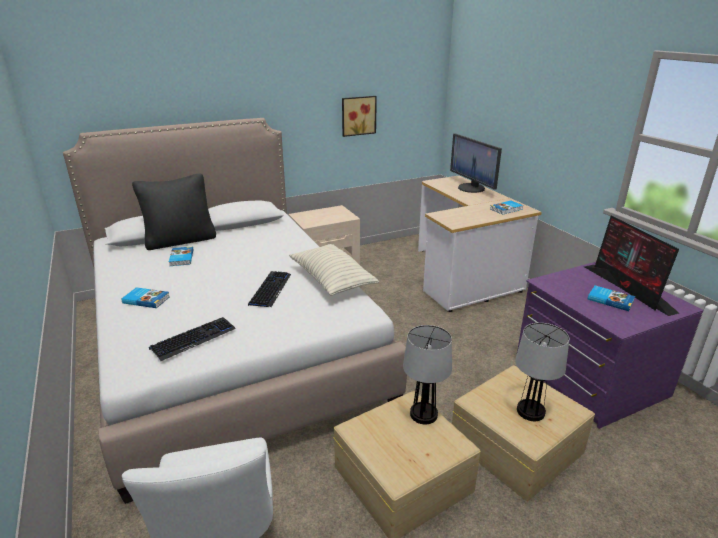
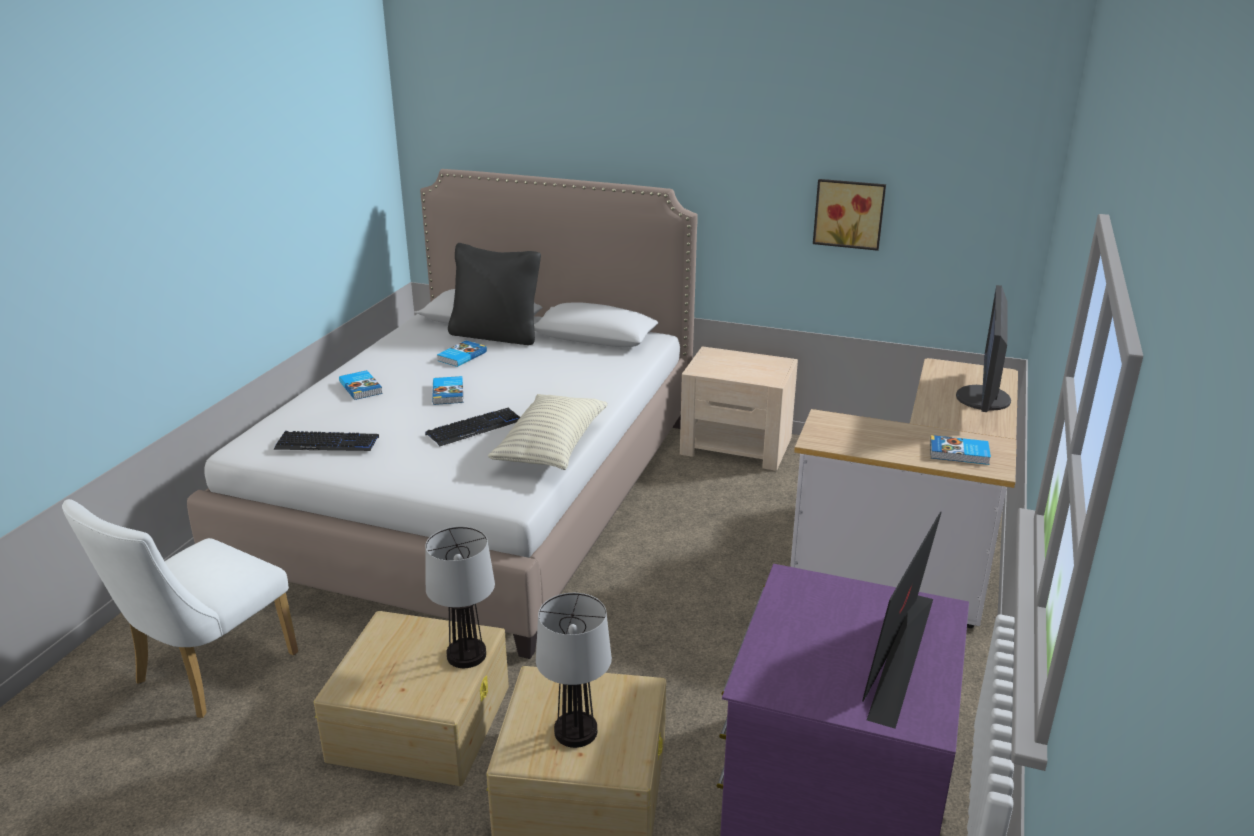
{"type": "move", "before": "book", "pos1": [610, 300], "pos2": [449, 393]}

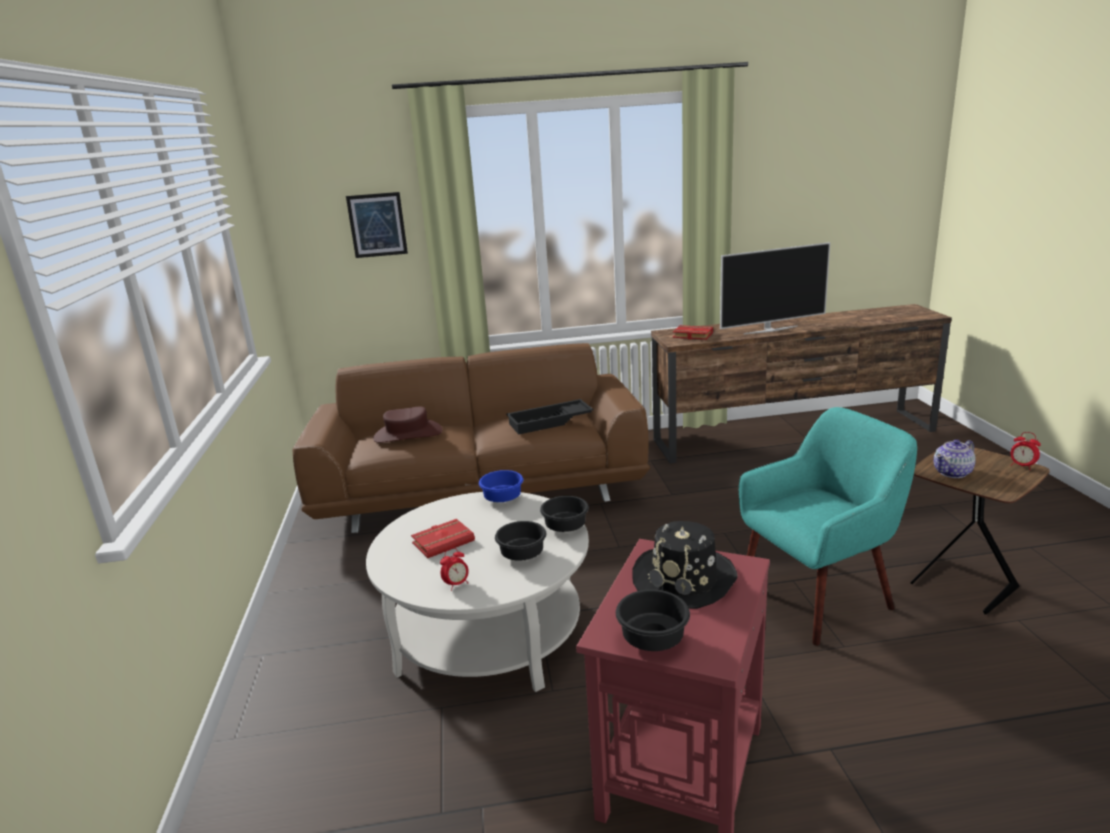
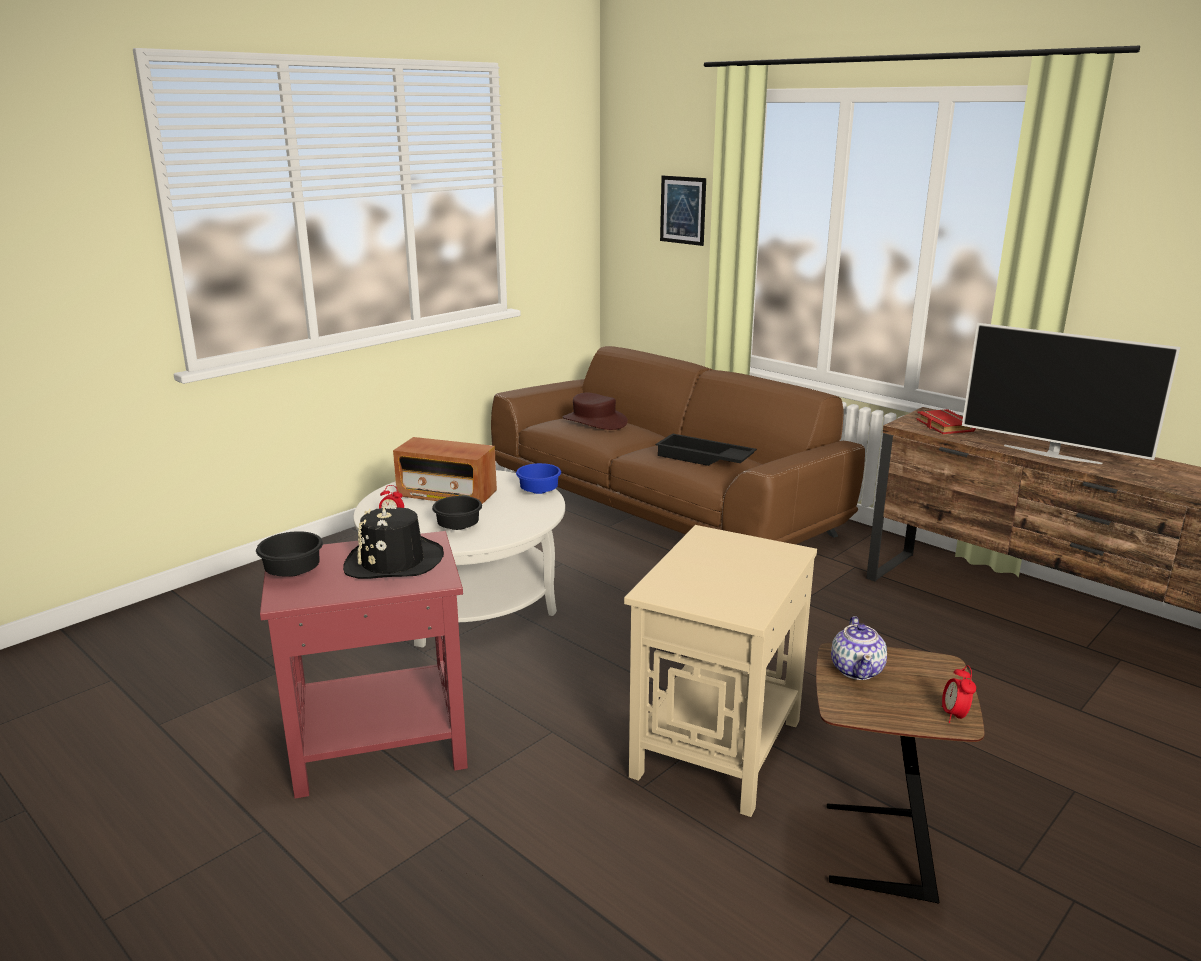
{"type": "replace", "before": "reddish_book", "after": "radio", "pos1": [443, 541], "pos2": [447, 495]}
{"type": "replace", "before": "blue-green_armchair", "after": "beige-coloured_side_table", "pos1": [818, 597], "pos2": [716, 747]}
{"type": "rotate", "before": "pot_for_tea", "pos1": [953, 472], "pos2": [857, 669], "turn": -105}
{"type": "delete", "before": "black_bowl", "pos1": [567, 528]}

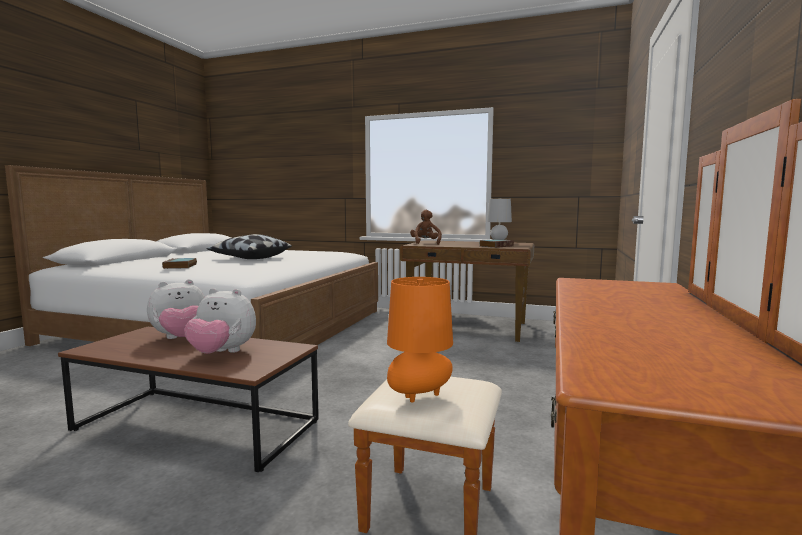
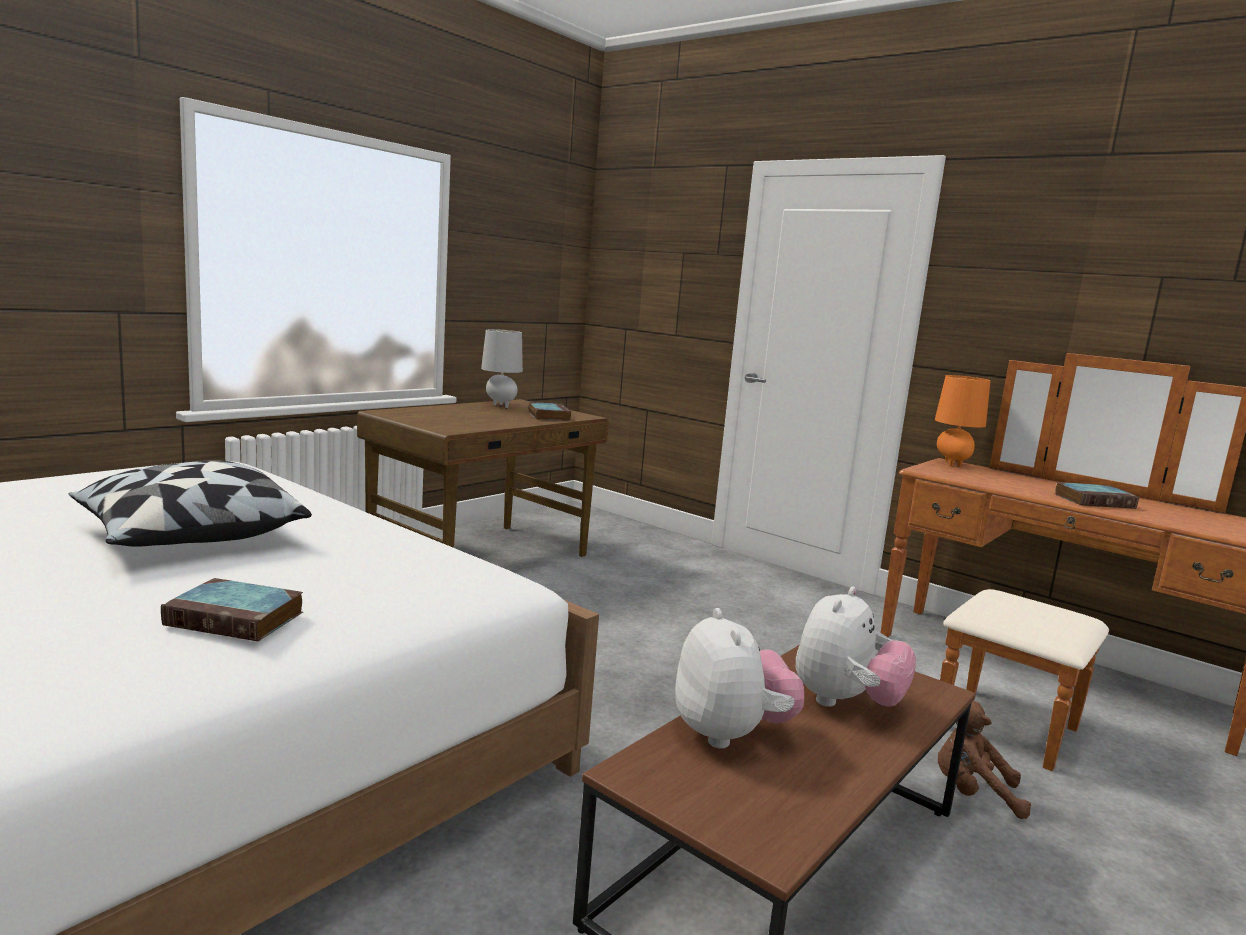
{"type": "move", "before": "orange-coloured_lamp_for_a_table", "pos1": [419, 398], "pos2": [952, 464]}
{"type": "move", "before": "brown-coloured_plush_toy", "pos1": [425, 243], "pos2": [972, 794]}
{"type": "insert", "after": "book", "pos2": [1095, 501]}

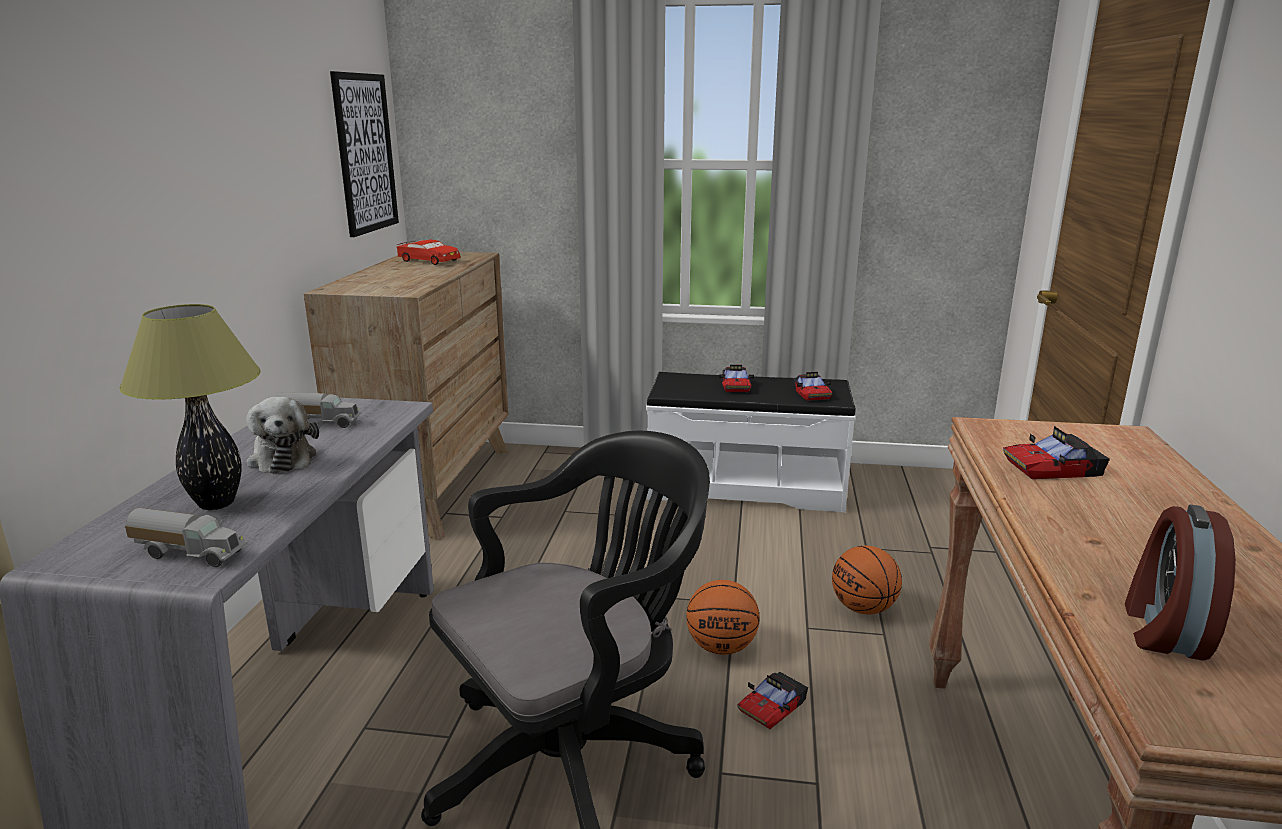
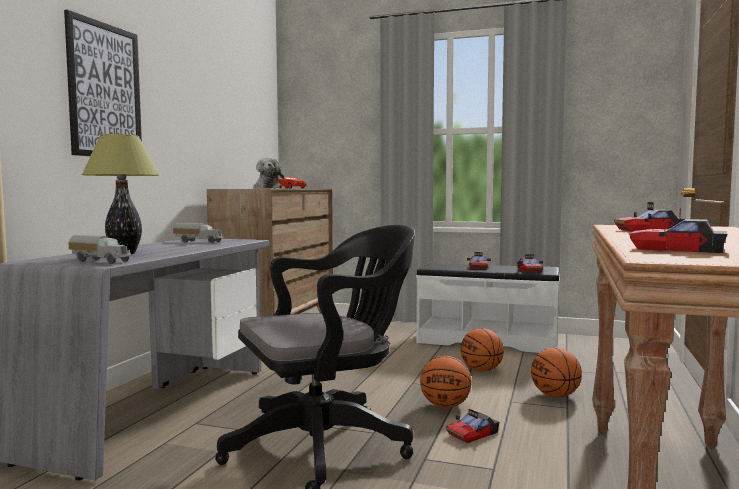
{"type": "move", "before": "wall_picture", "pos1": [365, 153], "pos2": [105, 91]}
{"type": "move", "before": "plush_toy", "pos1": [282, 458], "pos2": [267, 188]}
{"type": "insert", "after": "basketball_ball", "pos2": [481, 370]}
{"type": "replace", "before": "table_clock", "after": "toy_car", "pos1": [1163, 629], "pos2": [677, 249]}

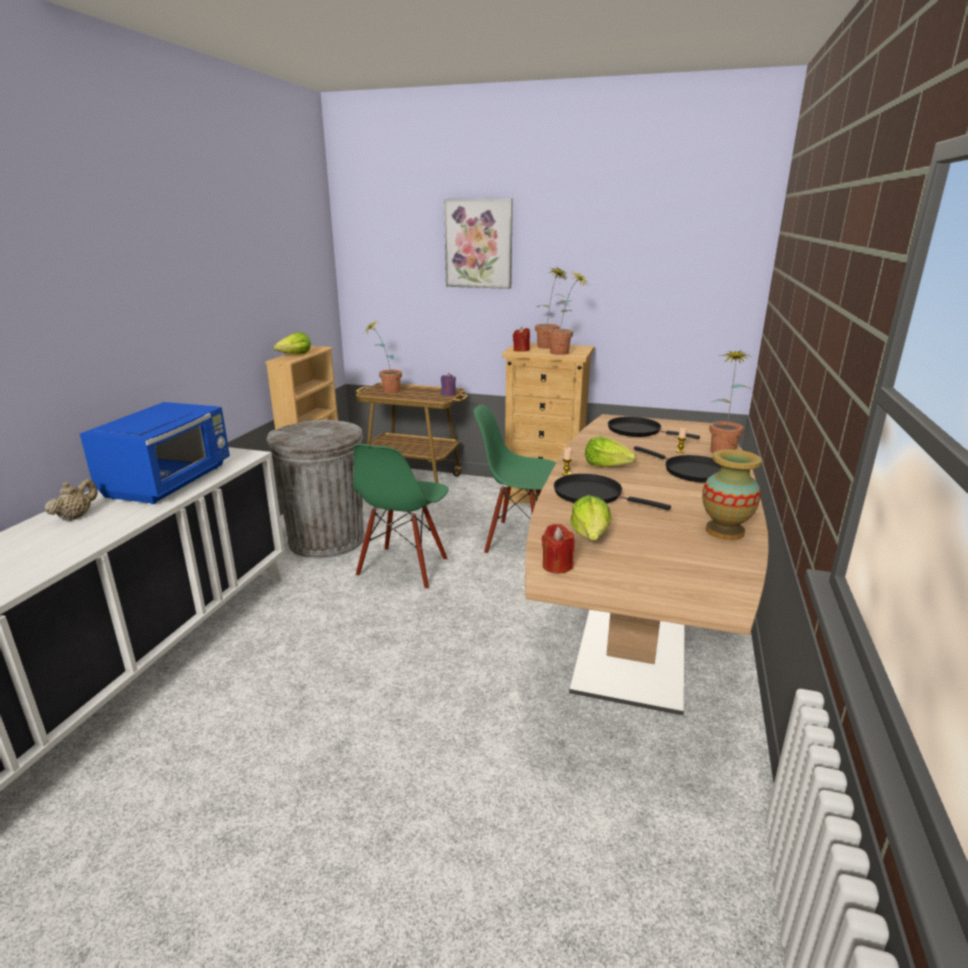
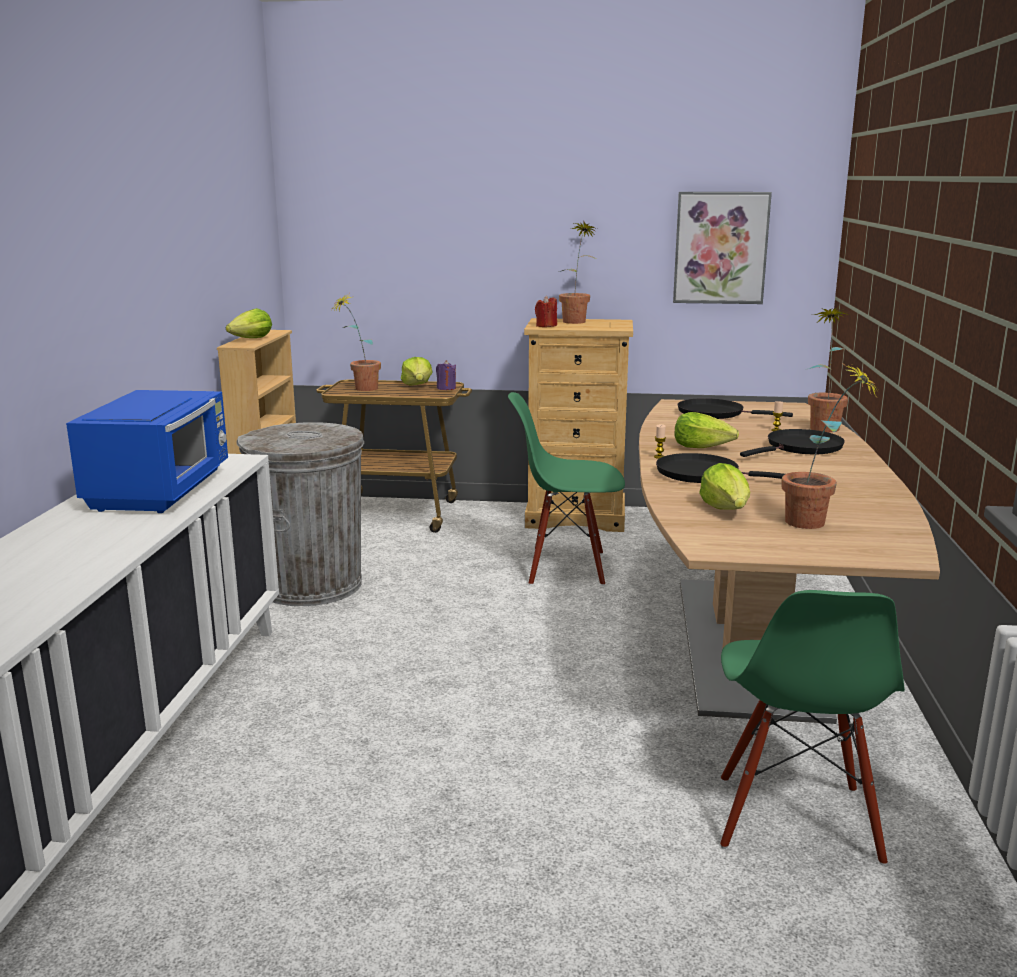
{"type": "insert", "after": "head_of_lettuce", "pos2": [417, 385]}
{"type": "move", "before": "wall_picture", "pos1": [478, 244], "pos2": [720, 248]}
{"type": "move", "before": "greenish_chair", "pos1": [403, 568], "pos2": [795, 819]}
{"type": "rotate", "before": "black_skillet", "pos1": [691, 471], "pos2": [801, 448], "turn": -75}
{"type": "move", "before": "potted_plant", "pos1": [564, 353], "pos2": [817, 524]}
{"type": "delete", "before": "beige-coloured_pot_for_tea", "pos1": [76, 516]}
{"type": "delete", "before": "reddish_wax_candle", "pos1": [557, 566]}
{"type": "delete", "before": "vase", "pos1": [724, 532]}

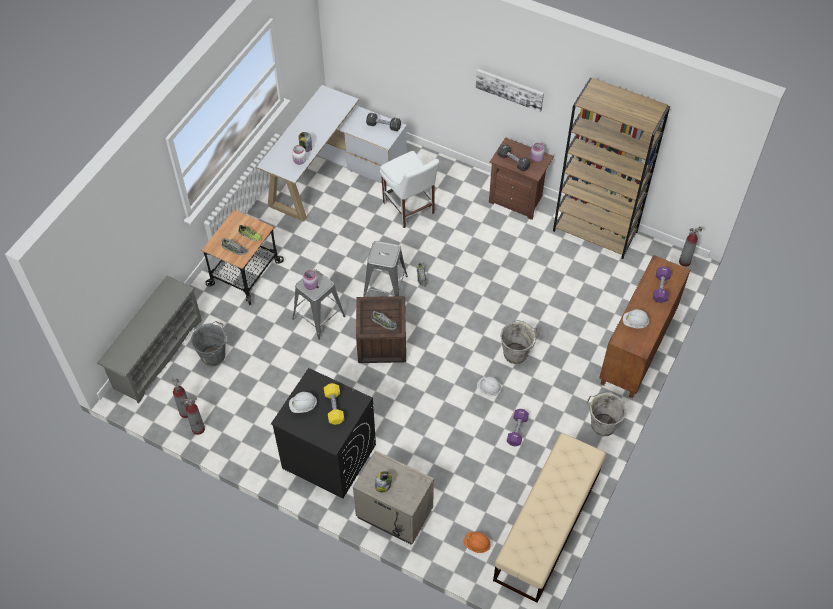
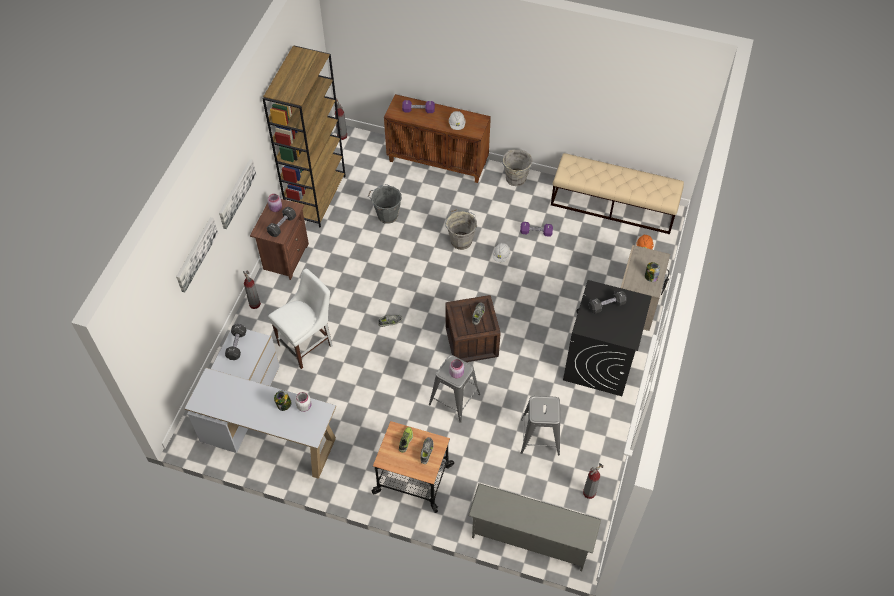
{"type": "insert", "after": "wall_picture", "pos2": [196, 254]}
{"type": "move", "before": "fire-fighting_cylinder", "pos1": [198, 429], "pos2": [254, 304]}
{"type": "move", "before": "gray_water_bucket", "pos1": [214, 355], "pos2": [386, 215]}
{"type": "move", "before": "gray_stool_seat", "pos1": [385, 287], "pos2": [540, 436]}
{"type": "recolor", "before": "yellowish_dumbbell", "after": "black_dumbbell", "pos1": [334, 407], "pos2": [606, 305]}
{"type": "delete", "before": "white-coloured_hard_hat", "pos1": [303, 406]}

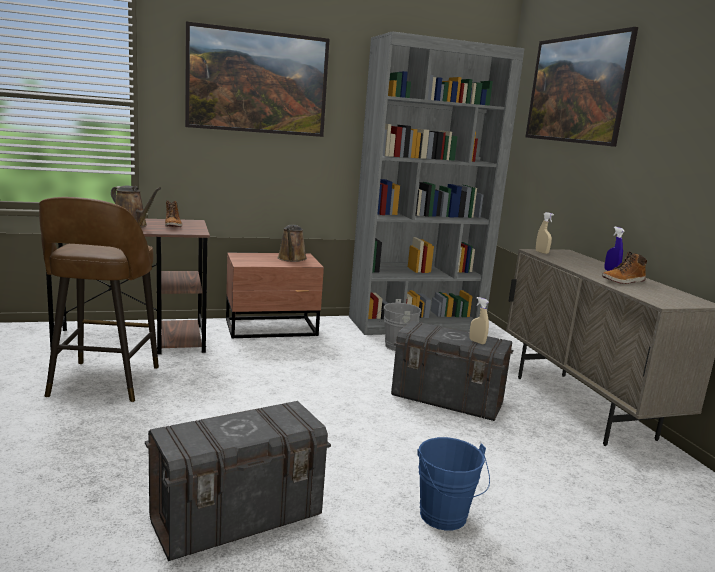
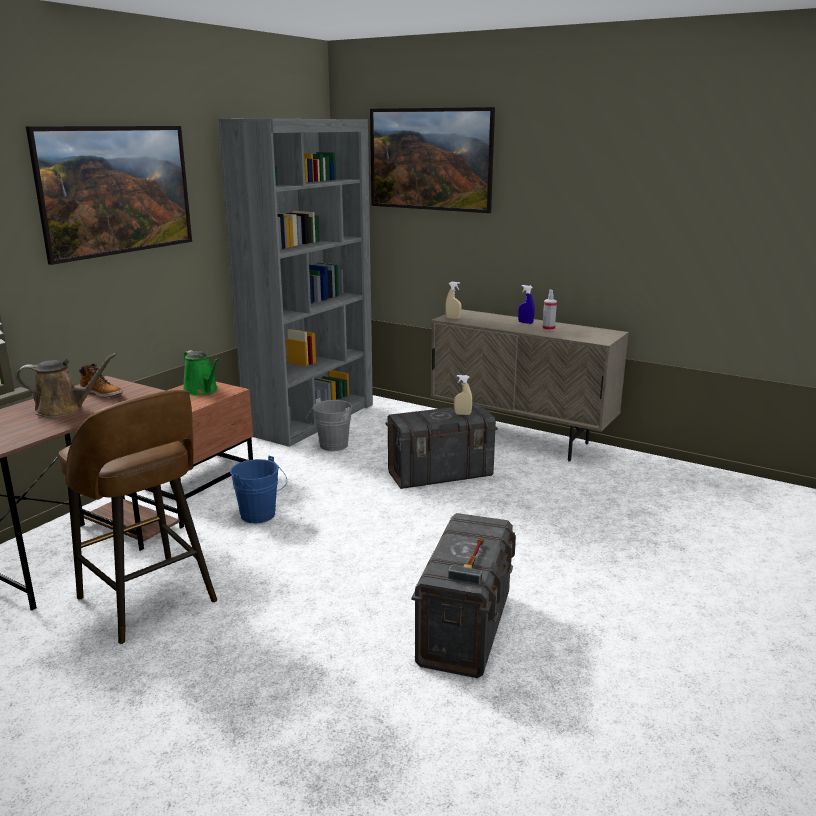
{"type": "recolor", "before": "brown-coloured_watering_pot", "after": "greenish_watering_pot", "pos1": [291, 259], "pos2": [202, 391]}
{"type": "move", "before": "bluish_water_bucket", "pos1": [445, 519], "pos2": [261, 516]}
{"type": "insert", "after": "hammer", "pos2": [473, 561]}
{"type": "replace", "before": "tall_boot", "after": "hand_sprayer", "pos1": [623, 281], "pos2": [548, 329]}

